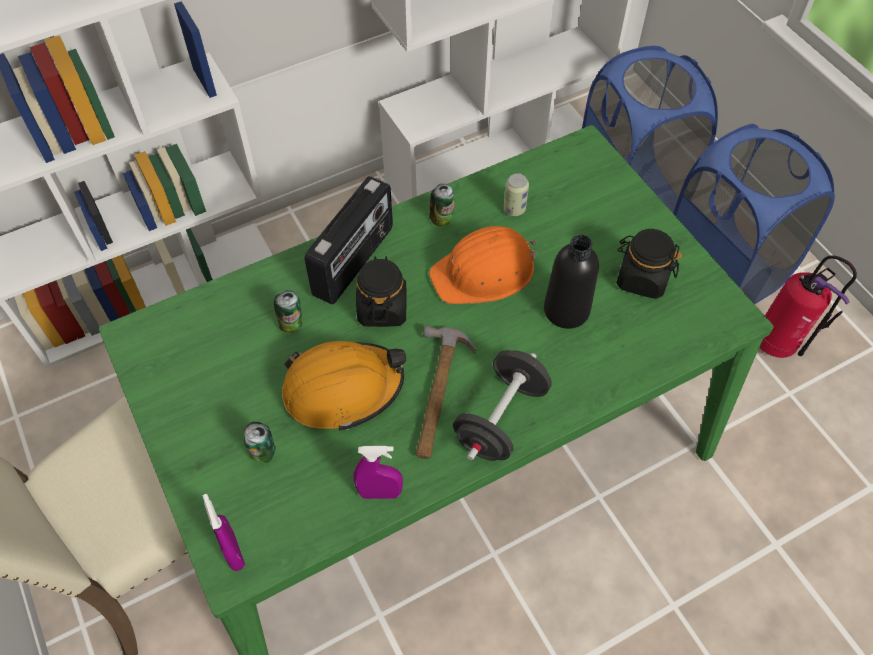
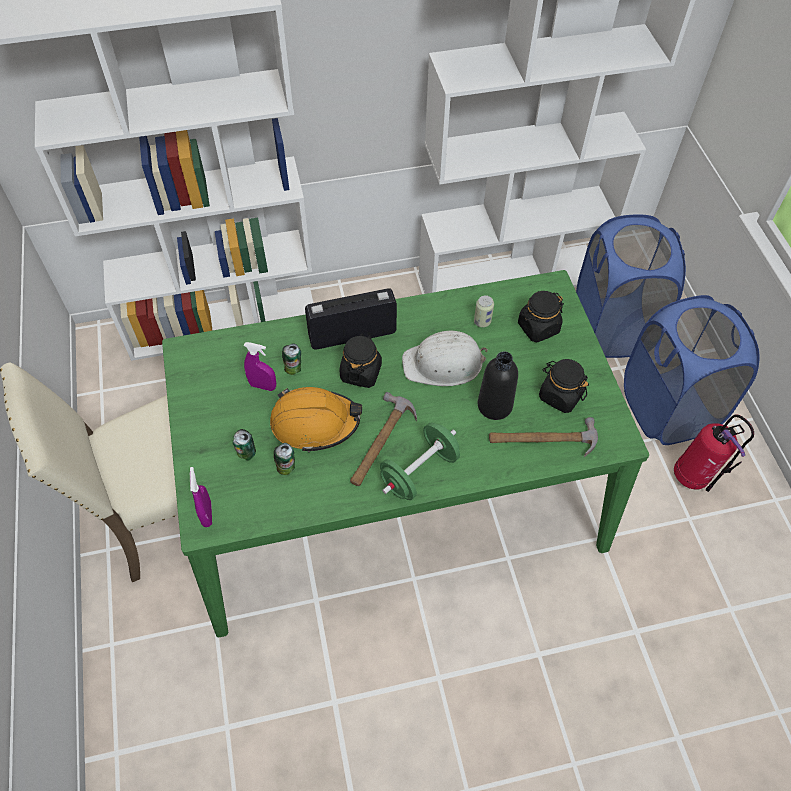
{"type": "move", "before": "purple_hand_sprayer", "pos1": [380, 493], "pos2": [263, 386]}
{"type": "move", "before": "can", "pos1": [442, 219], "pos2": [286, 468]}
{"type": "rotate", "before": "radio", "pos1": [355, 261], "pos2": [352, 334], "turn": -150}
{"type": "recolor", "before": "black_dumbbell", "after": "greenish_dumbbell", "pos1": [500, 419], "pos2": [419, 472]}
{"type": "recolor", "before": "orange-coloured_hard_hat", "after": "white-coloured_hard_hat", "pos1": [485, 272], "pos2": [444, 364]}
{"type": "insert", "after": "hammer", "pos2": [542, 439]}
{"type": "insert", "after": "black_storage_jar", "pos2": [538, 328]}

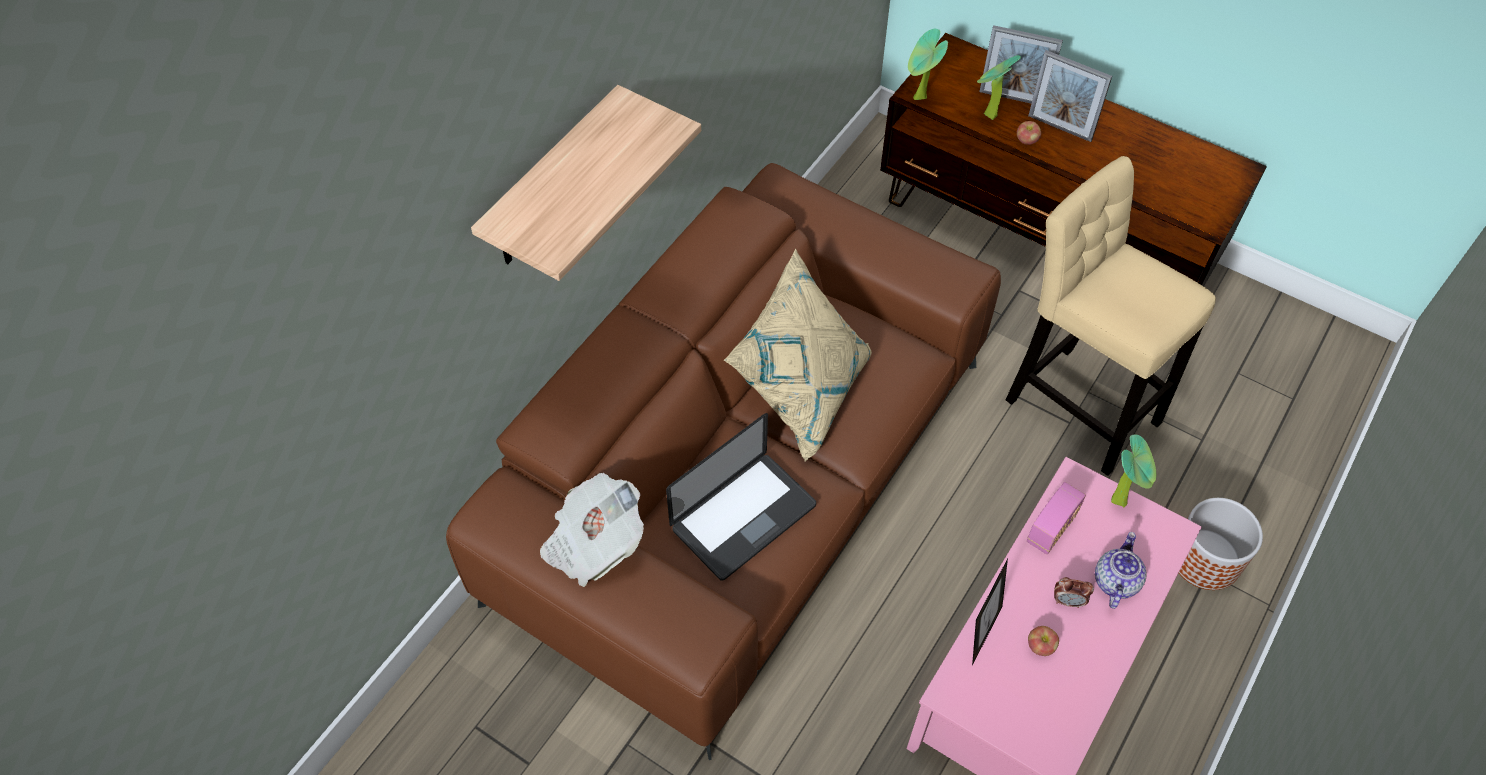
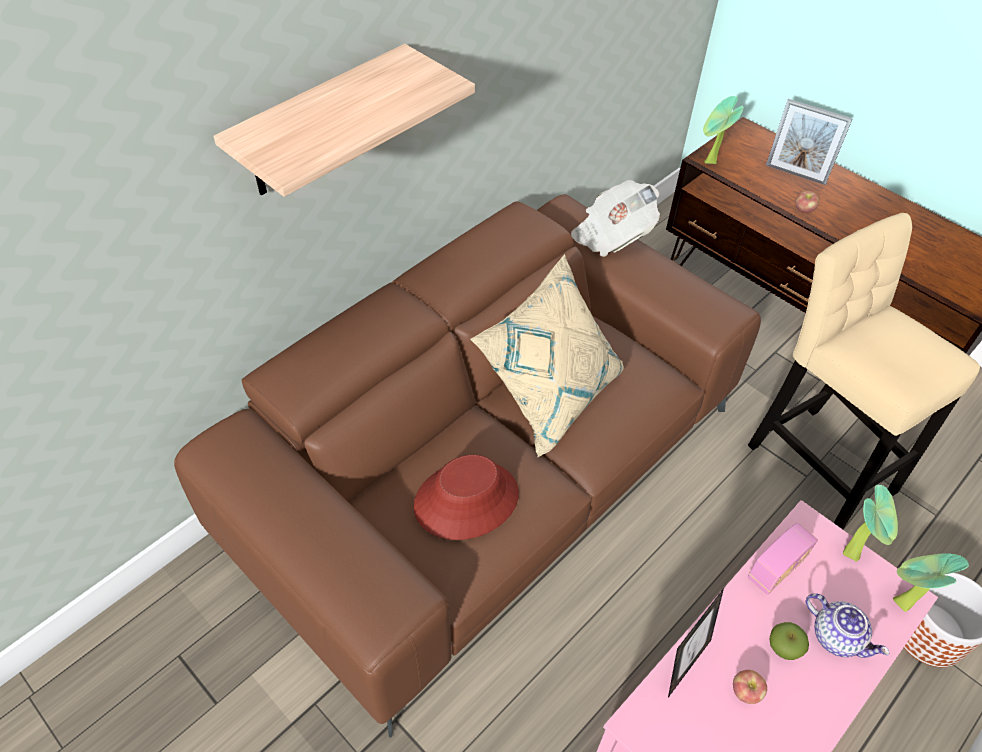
{"type": "replace", "before": "portable_computer", "after": "reddish_wearable_hat", "pos1": [743, 517], "pos2": [466, 499]}
{"type": "move", "before": "printed_paper", "pos1": [593, 542], "pos2": [612, 235]}
{"type": "replace", "before": "table_clock", "after": "apple_fruit", "pos1": [1068, 601], "pos2": [783, 648]}
{"type": "rotate", "before": "pot_for_tea", "pos1": [1115, 581], "pos2": [837, 636], "turn": 105}
{"type": "move", "before": "potted_plant", "pos1": [987, 116], "pos2": [897, 604]}
{"type": "delete", "before": "picture_frame", "pos1": [1060, 128]}

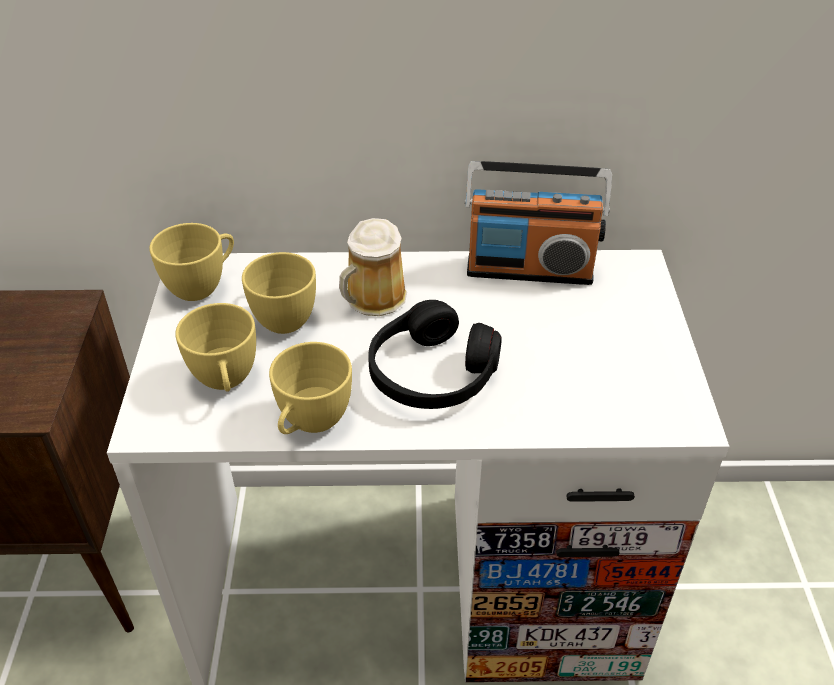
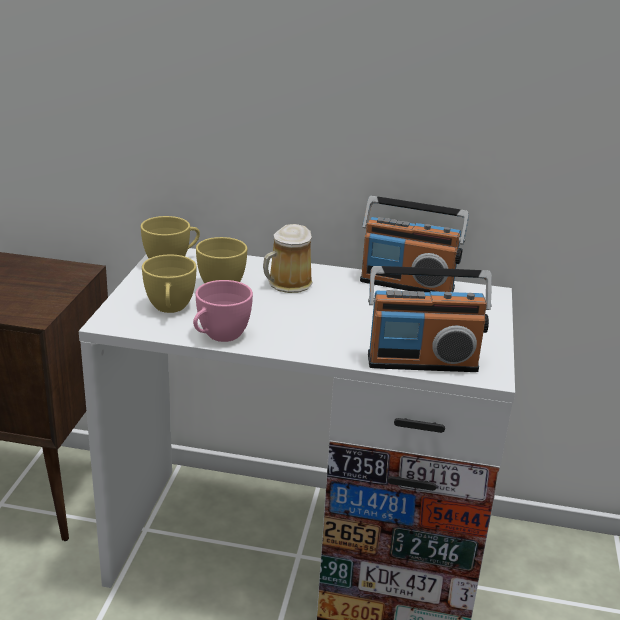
{"type": "recolor", "before": "yellowish_drinking_cup", "after": "pinkish_drinking_cup", "pos1": [310, 423], "pos2": [219, 337]}
{"type": "insert", "after": "radio", "pos2": [422, 362]}
{"type": "delete", "before": "black_pair_of_headphones", "pos1": [431, 373]}

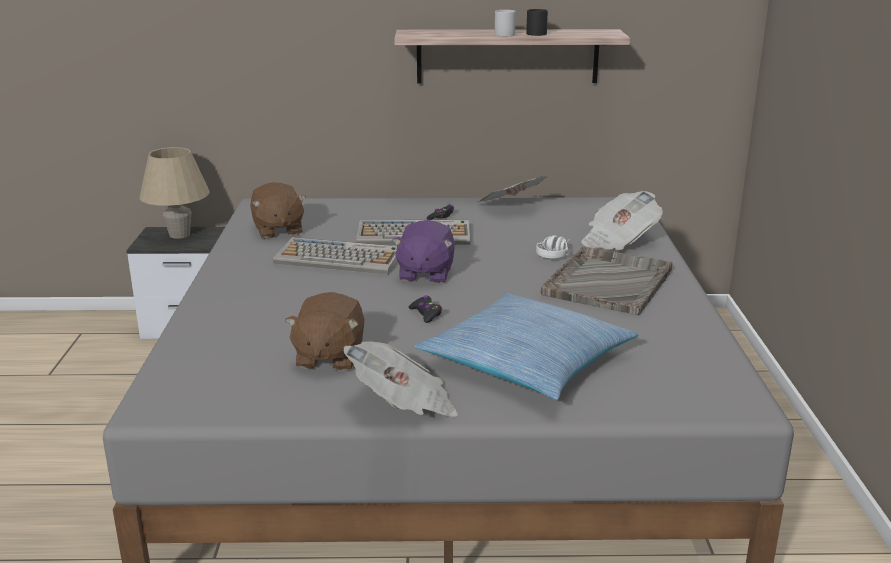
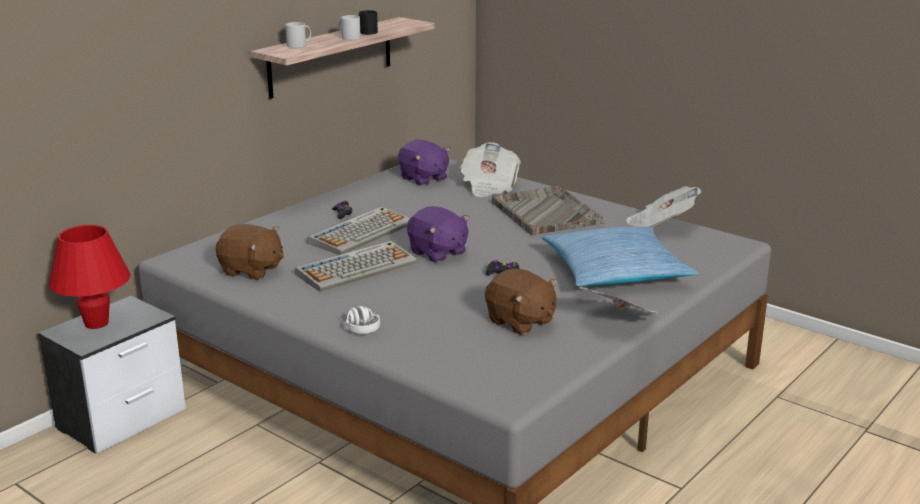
{"type": "recolor", "before": "beige-coloured_lamp_for_a_table", "after": "reddish_lamp_for_a_table", "pos1": [179, 235], "pos2": [96, 323]}
{"type": "insert", "after": "white-coloured_tea_mug", "pos2": [298, 45]}
{"type": "move", "before": "white-coloured_pair_of_headphones", "pos1": [554, 253], "pos2": [360, 326]}
{"type": "insert", "after": "purple_plush_toy", "pos2": [423, 179]}
{"type": "move", "before": "printed_paper", "pos1": [511, 207], "pos2": [660, 225]}

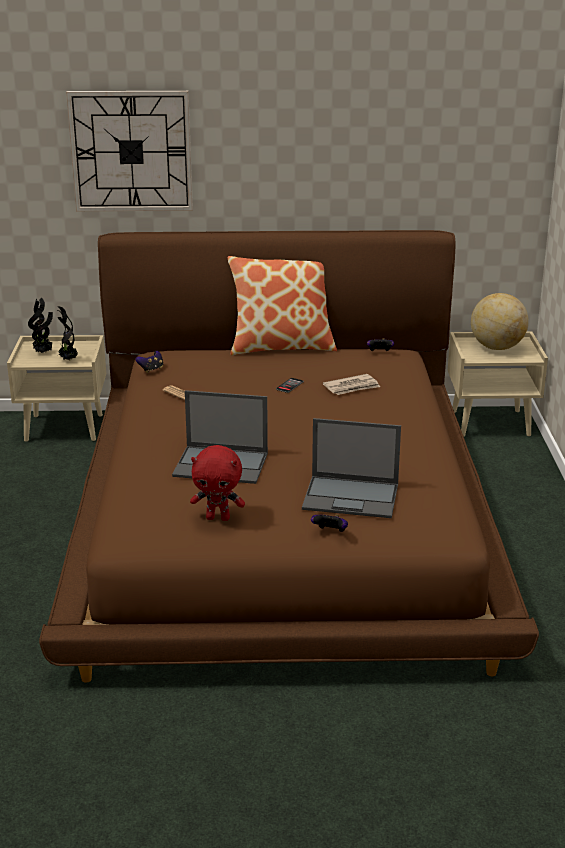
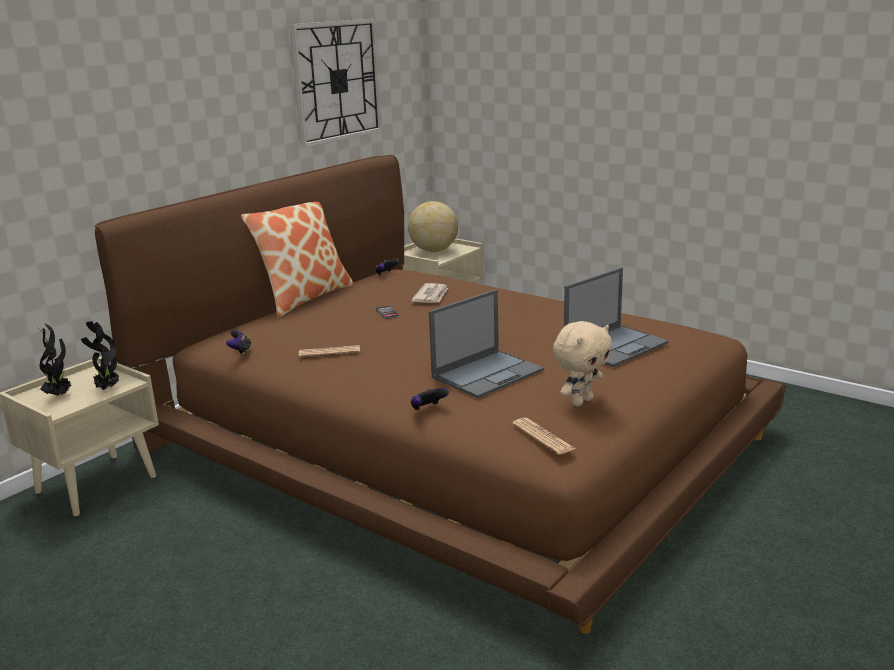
{"type": "move", "before": "wall_clock", "pos1": [131, 151], "pos2": [337, 81]}
{"type": "move", "before": "joypad", "pos1": [330, 532], "pos2": [428, 409]}
{"type": "insert", "after": "printed_paper", "pos2": [543, 437]}
{"type": "recolor", "before": "reddish_plush_toy", "after": "beige-coloured_plush_toy", "pos1": [218, 518], "pos2": [581, 401]}

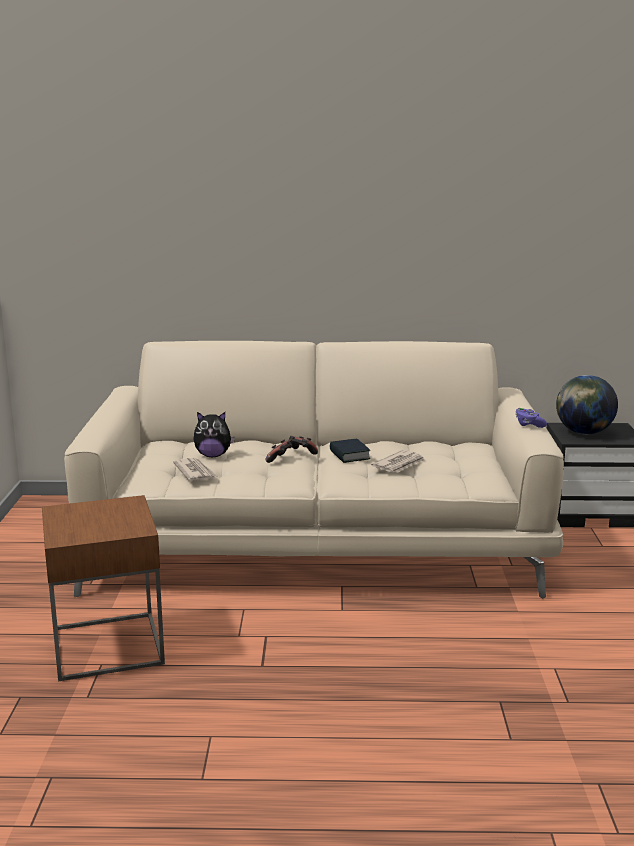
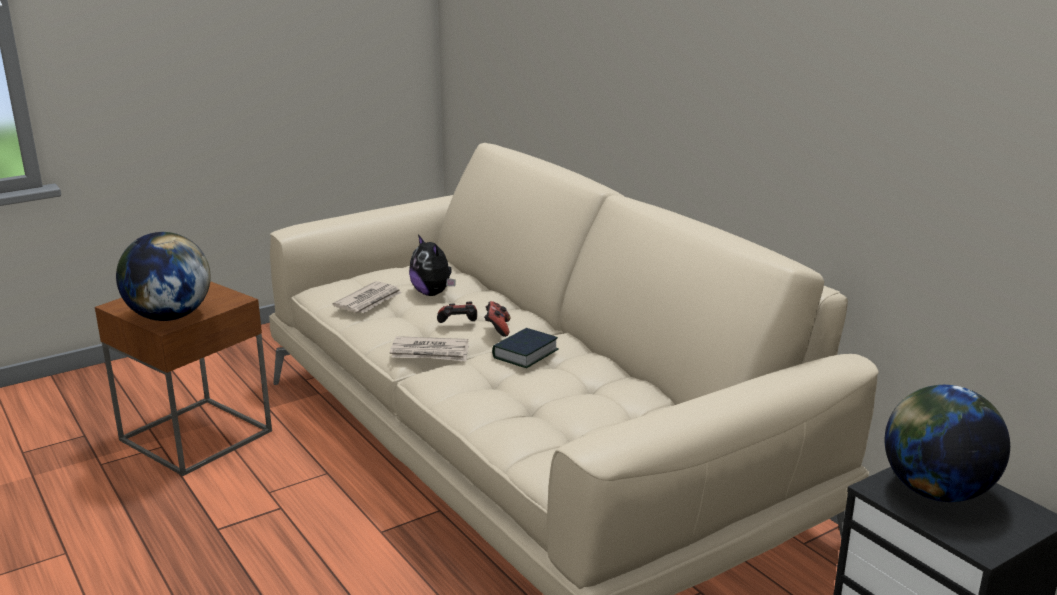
{"type": "insert", "after": "desk_globe", "pos2": [169, 317]}
{"type": "move", "before": "printed_paper", "pos1": [399, 464], "pos2": [430, 352]}
{"type": "delete", "before": "purple_joypad", "pos1": [529, 425]}

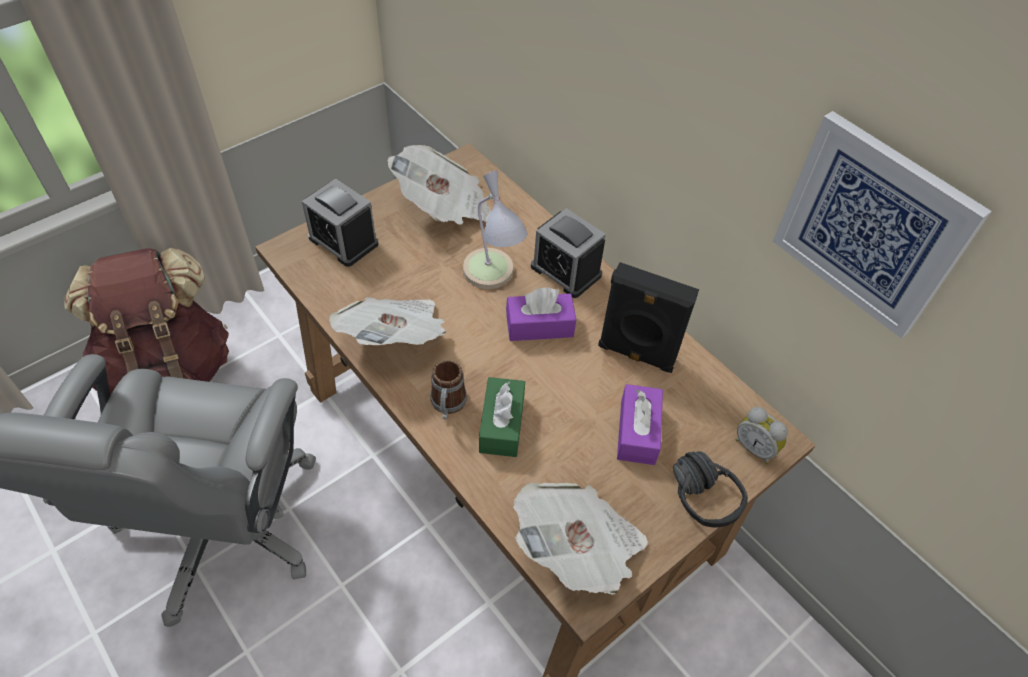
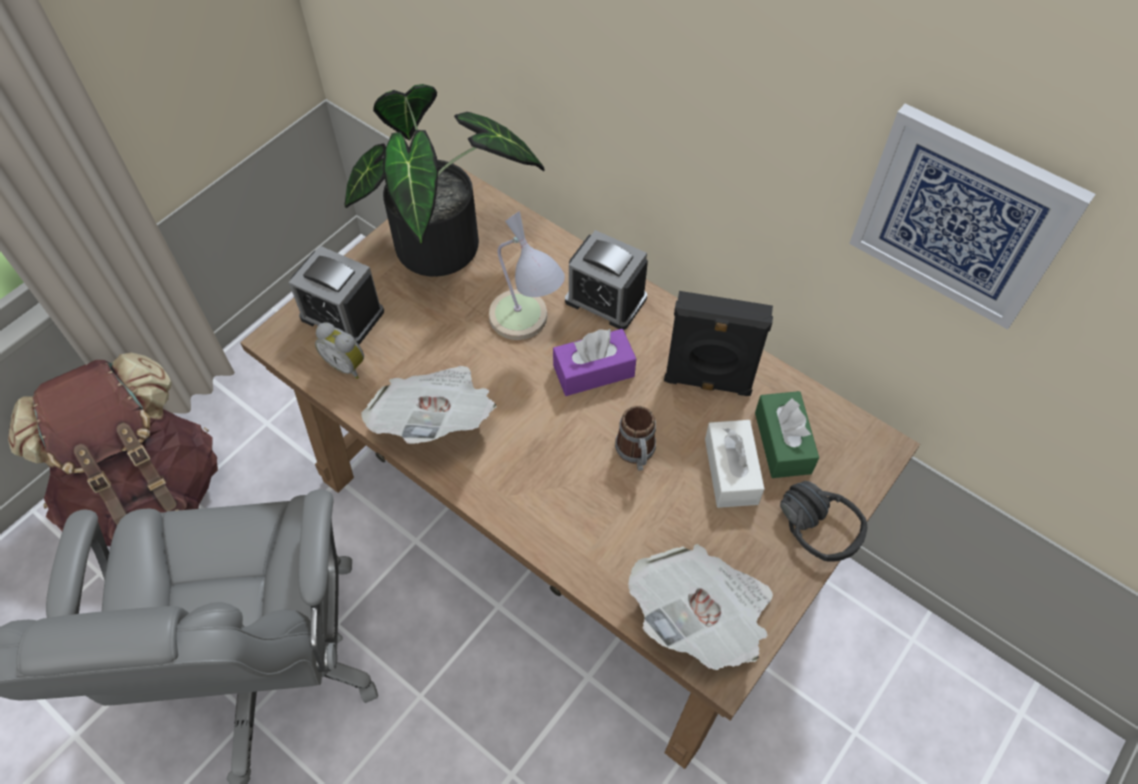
{"type": "move", "before": "table_clock", "pos1": [755, 447], "pos2": [347, 364]}
{"type": "replace", "before": "printed_paper", "after": "potted_plant", "pos1": [444, 207], "pos2": [447, 249]}
{"type": "move", "before": "tea_mug", "pos1": [447, 406], "pos2": [636, 454]}
{"type": "recolor", "before": "purple_box_of_tissues", "after": "white-coloured_box_of_tissues", "pos1": [637, 432], "pos2": [731, 471]}
{"type": "move", "before": "greenish_box_of_tissues", "pos1": [502, 424], "pos2": [782, 442]}

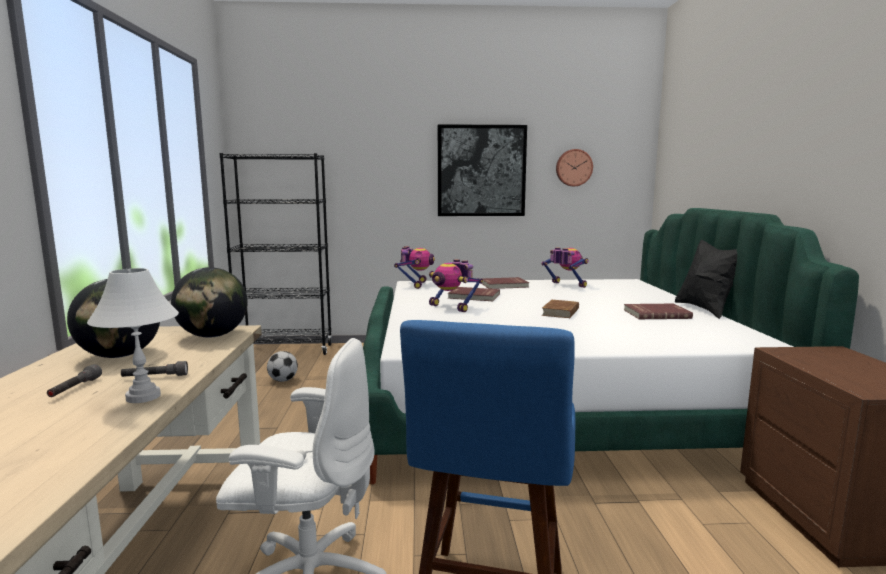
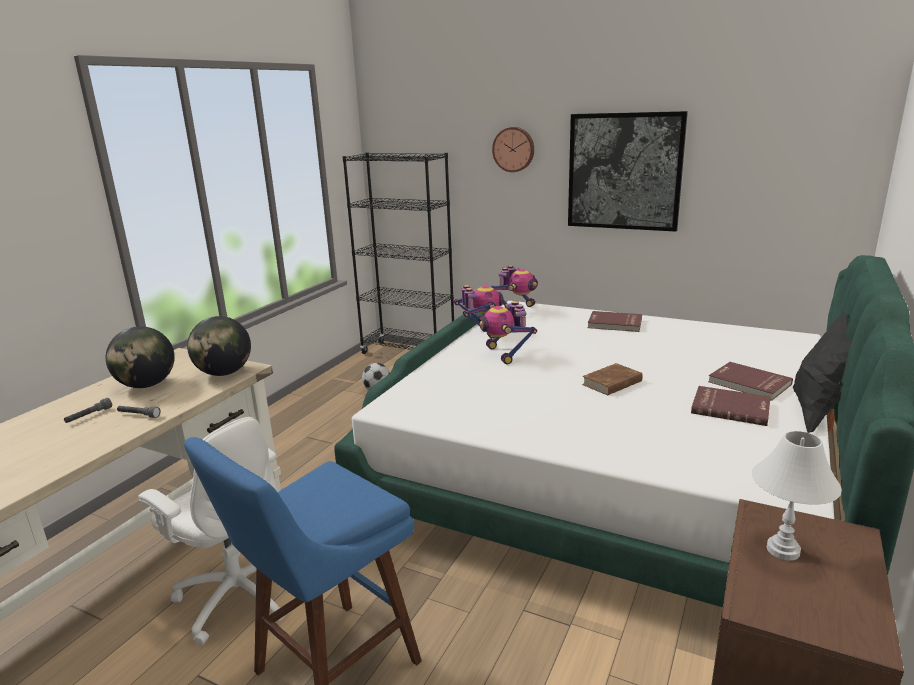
{"type": "move", "before": "model_robot", "pos1": [565, 285], "pos2": [480, 331]}
{"type": "move", "before": "wall_clock", "pos1": [573, 167], "pos2": [514, 149]}
{"type": "move", "before": "reddish_book", "pos1": [474, 296], "pos2": [748, 383]}
{"type": "move", "before": "white-coloured_lamp_for_a_table", "pos1": [143, 397], "pos2": [783, 550]}

